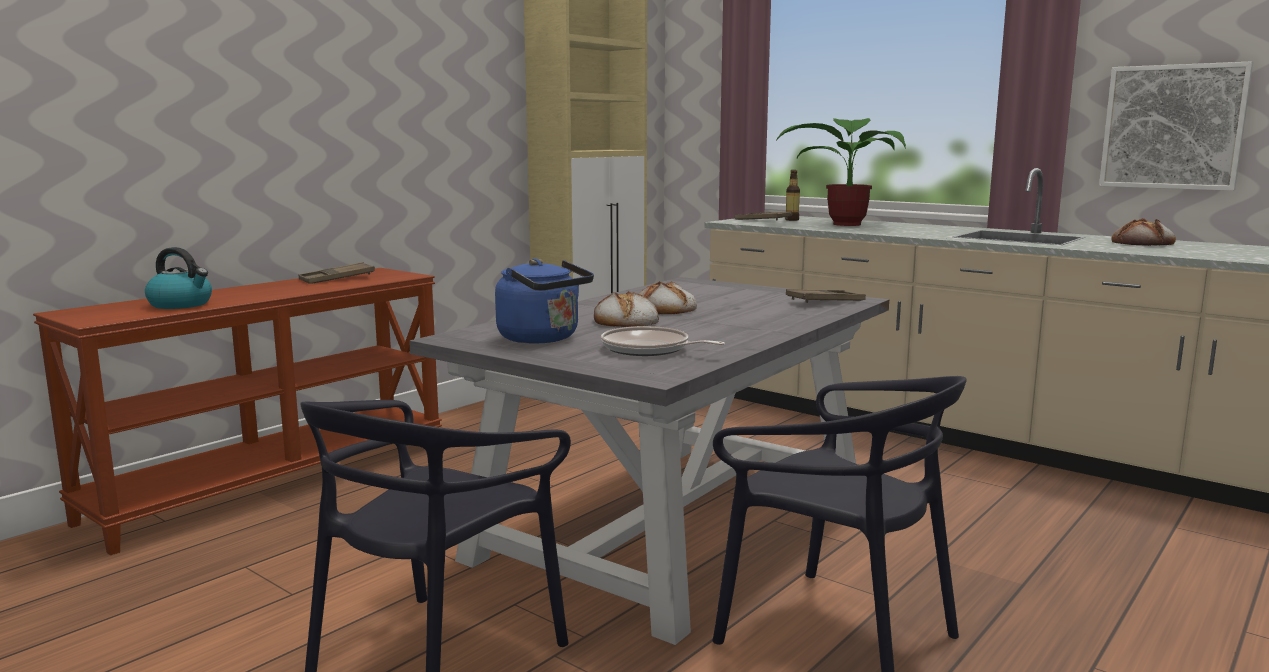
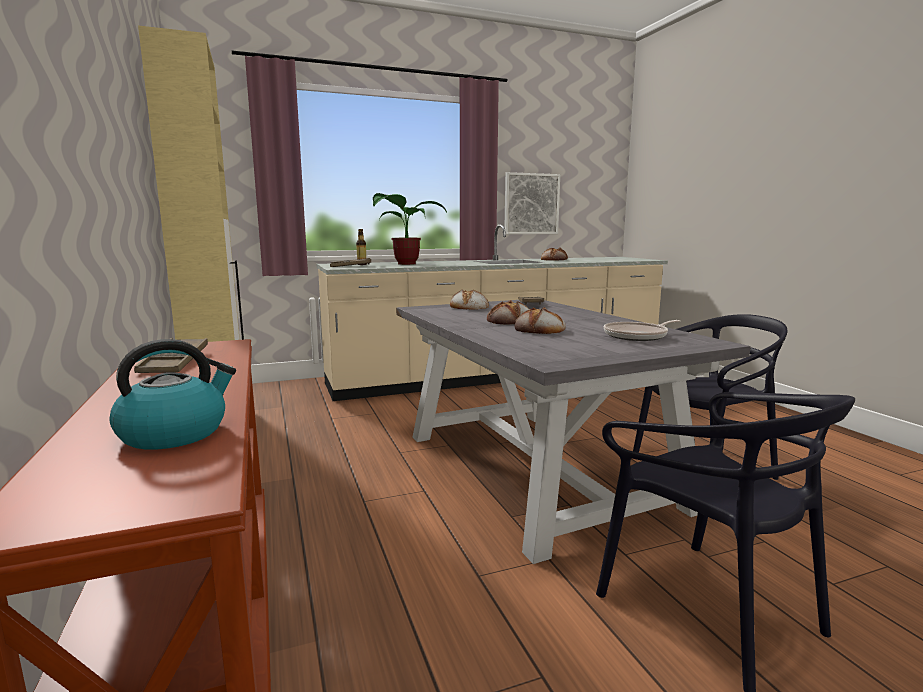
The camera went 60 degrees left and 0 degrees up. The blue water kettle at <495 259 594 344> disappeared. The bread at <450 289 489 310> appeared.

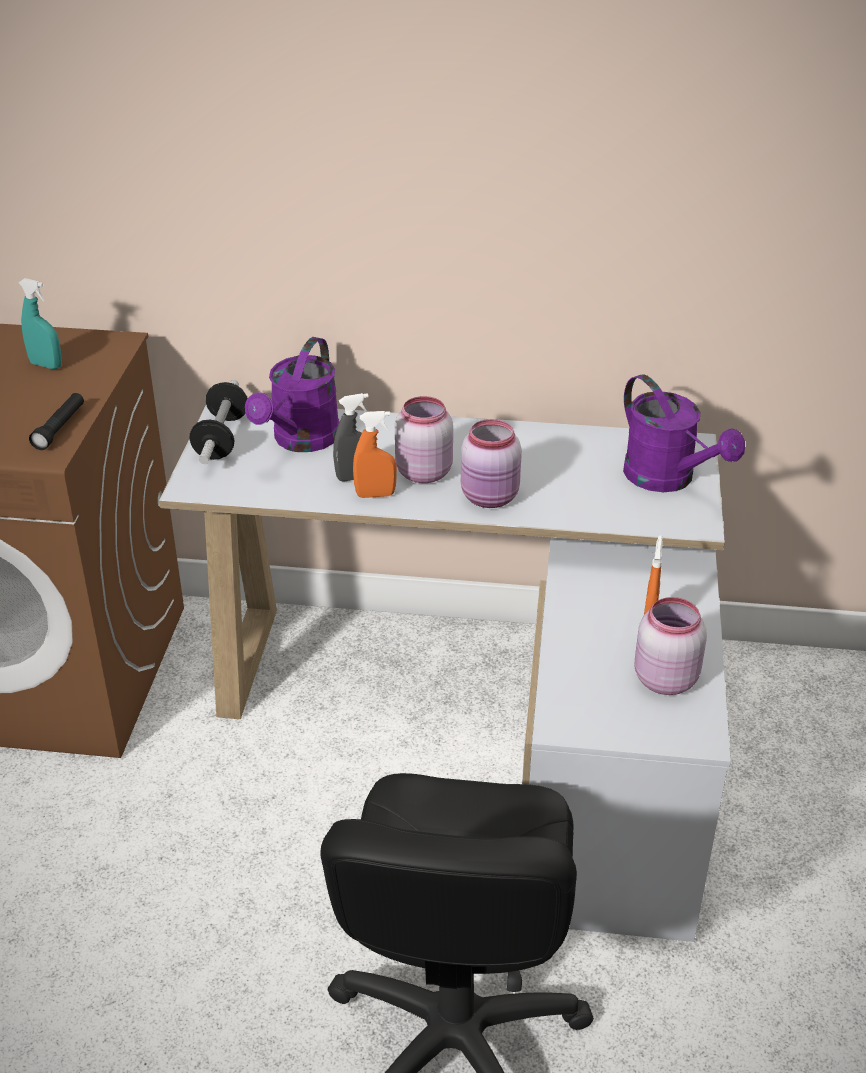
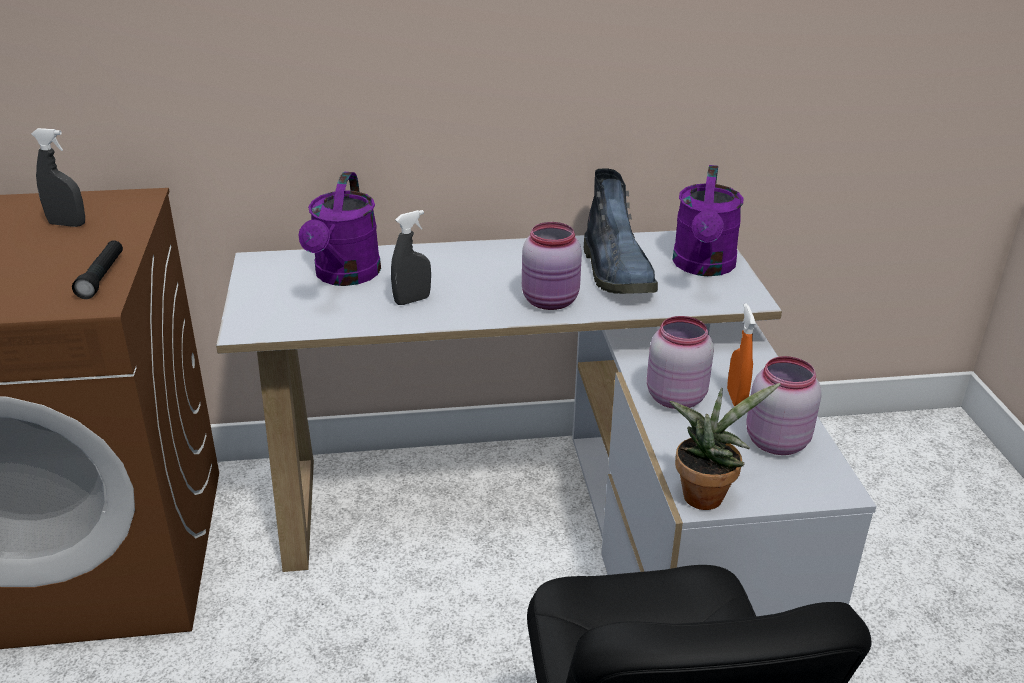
The camera went 15 degrees left and 5 degrees down. The turquoise sprayer at <18 278 62 369> became the greyish sprayer at <31 128 85 227>. The purple sprinkling can at <623 374 745 492> turned 60 degrees clockwise. The free weight at <190 380 248 464> disappeared. The pink-coloured jar moved from <395 396 453 483> to <647 316 714 409>. The orange sprayer at <353 411 397 498> disappeared. The high-top boot at <584 168 658 294> appeared. The plant in a pot at <669 383 781 510> appeared.

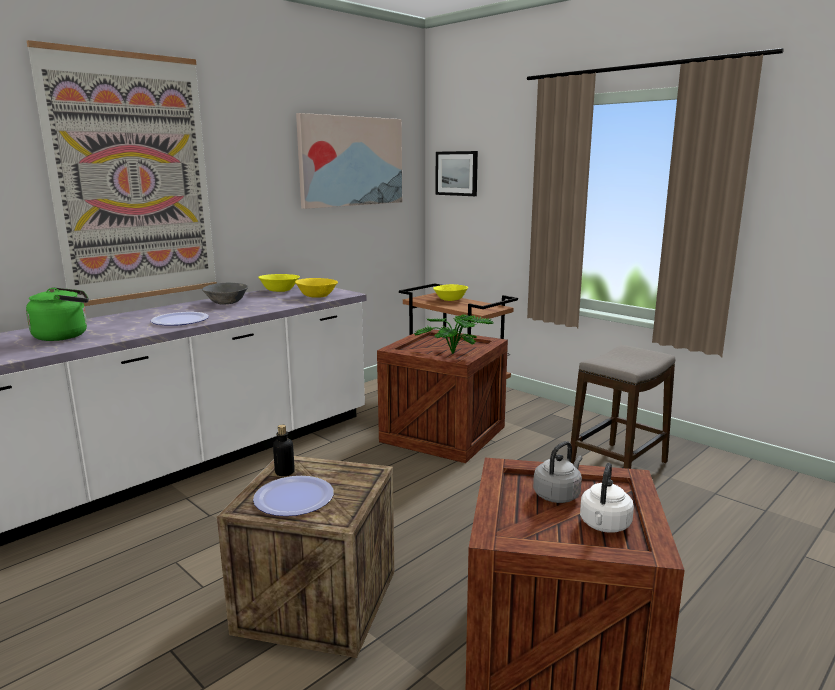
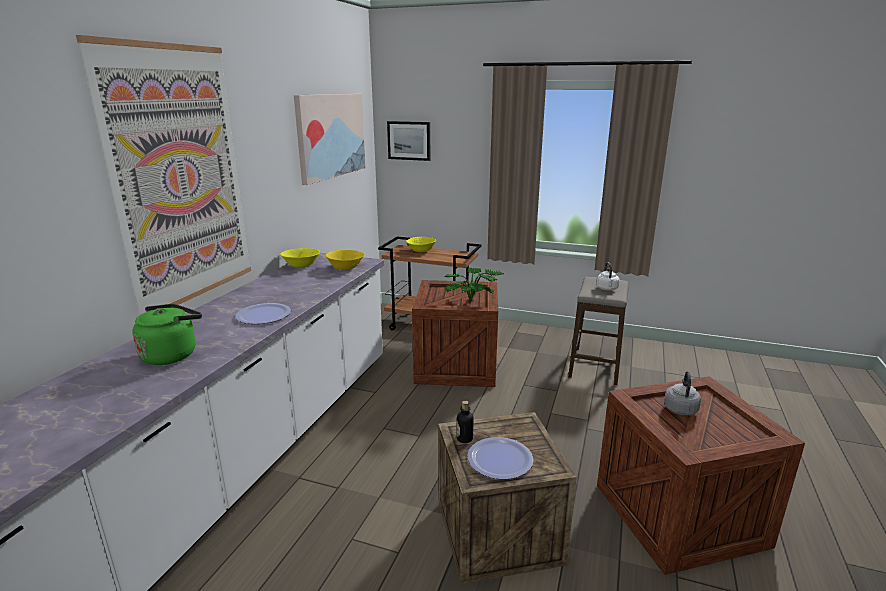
The camera went 25 degrees left and 5 degrees up. The greyish bowl at <202 283 248 305> disappeared. The whitish water kettle moved from <580 463 634 533> to <596 262 620 290>.

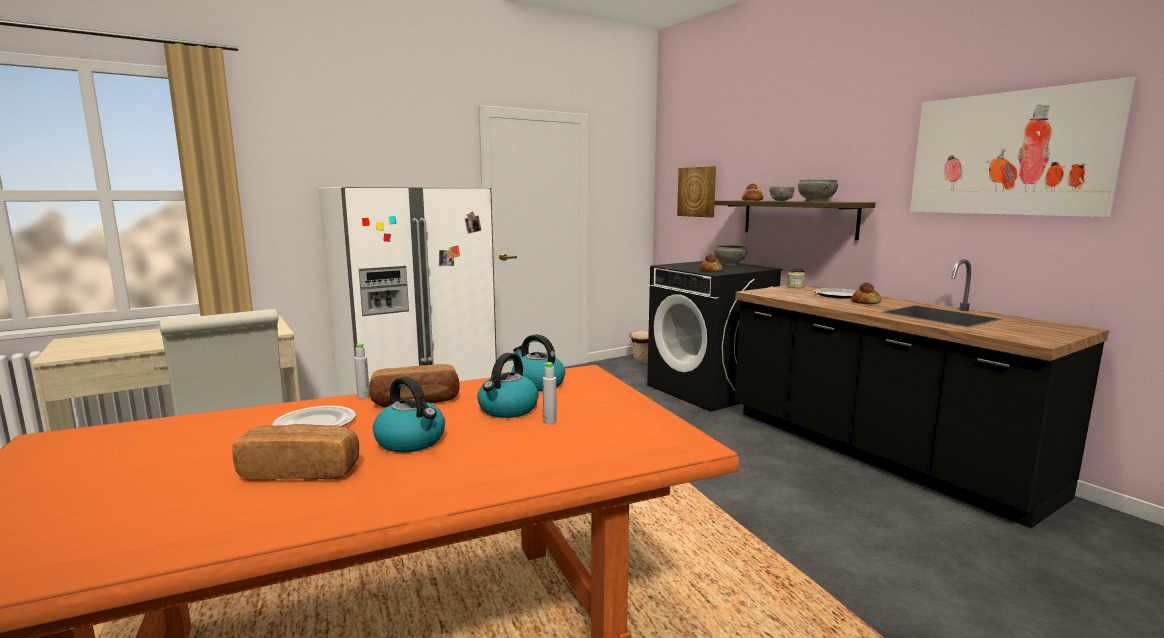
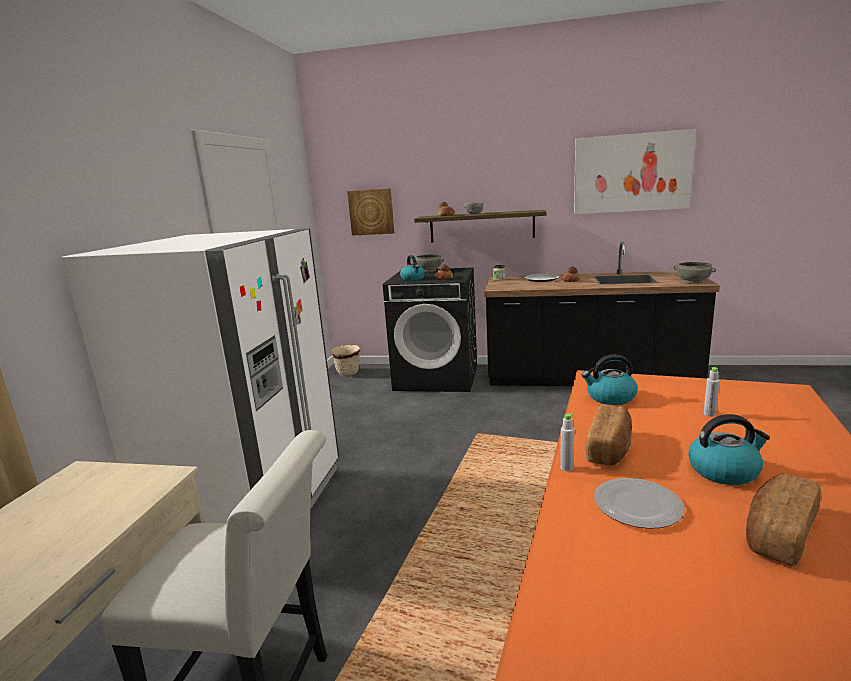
The camera went 45 degrees left and 5 degrees up. The greyish bowl moved from <798 180 838 202> to <674 262 716 284>. The water kettle moved from <477 353 539 418> to <400 255 425 281>.

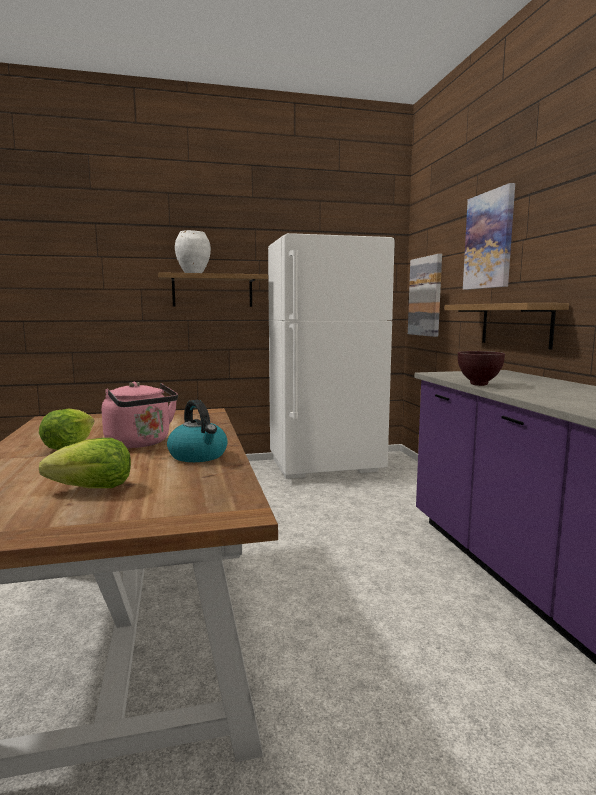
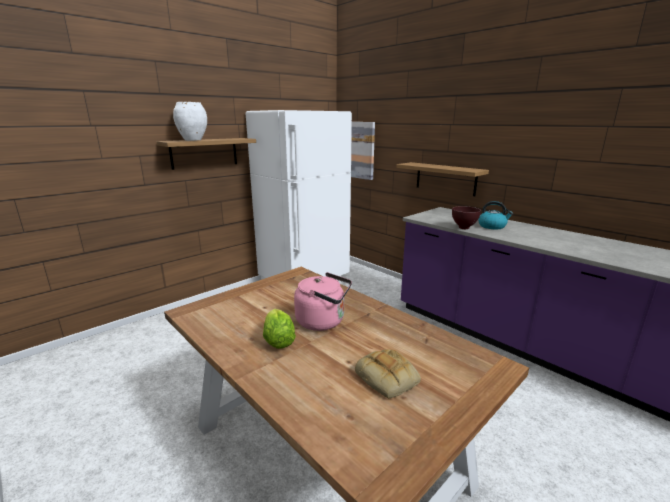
The camera went 30 degrees left and 10 degrees up. The wall art at <463 183 515 290> disappeared. The water kettle moved from <167 400 228 462> to <478 201 513 229>. The head of lettuce at <39 438 131 488> was replaced by the bread at <355 349 421 398>.

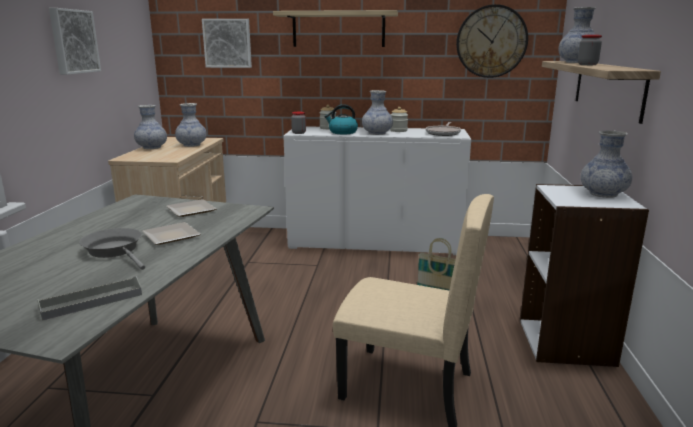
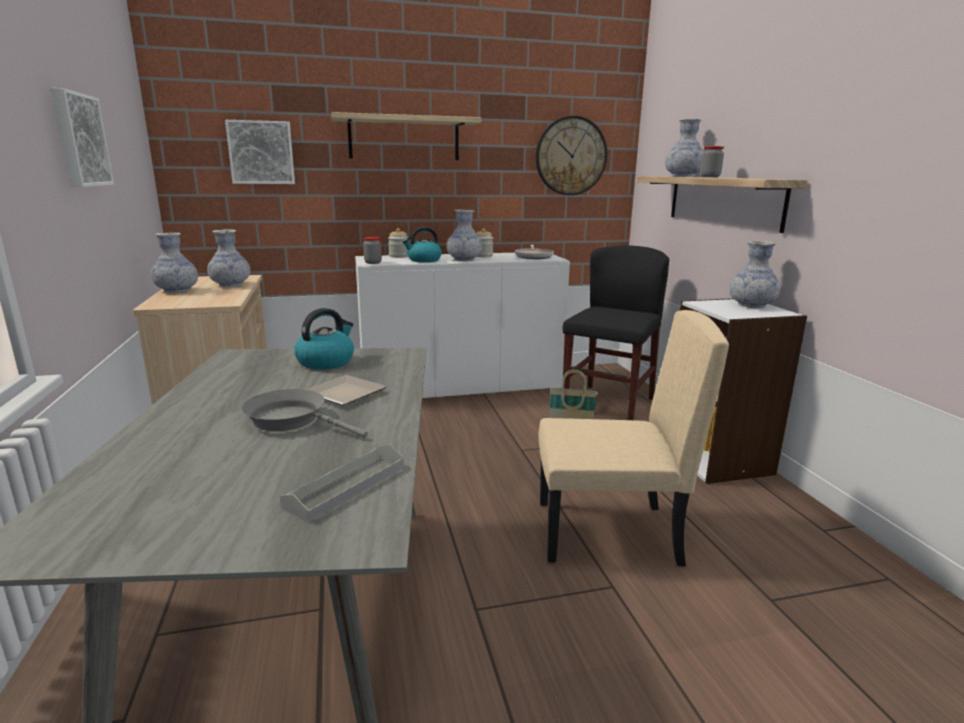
The camera went 20 degrees left and 0 degrees up. The flat dish at <167 199 216 217> was replaced by the water kettle at <294 308 354 369>. The blackish upright chair at <563 245 669 420> appeared.

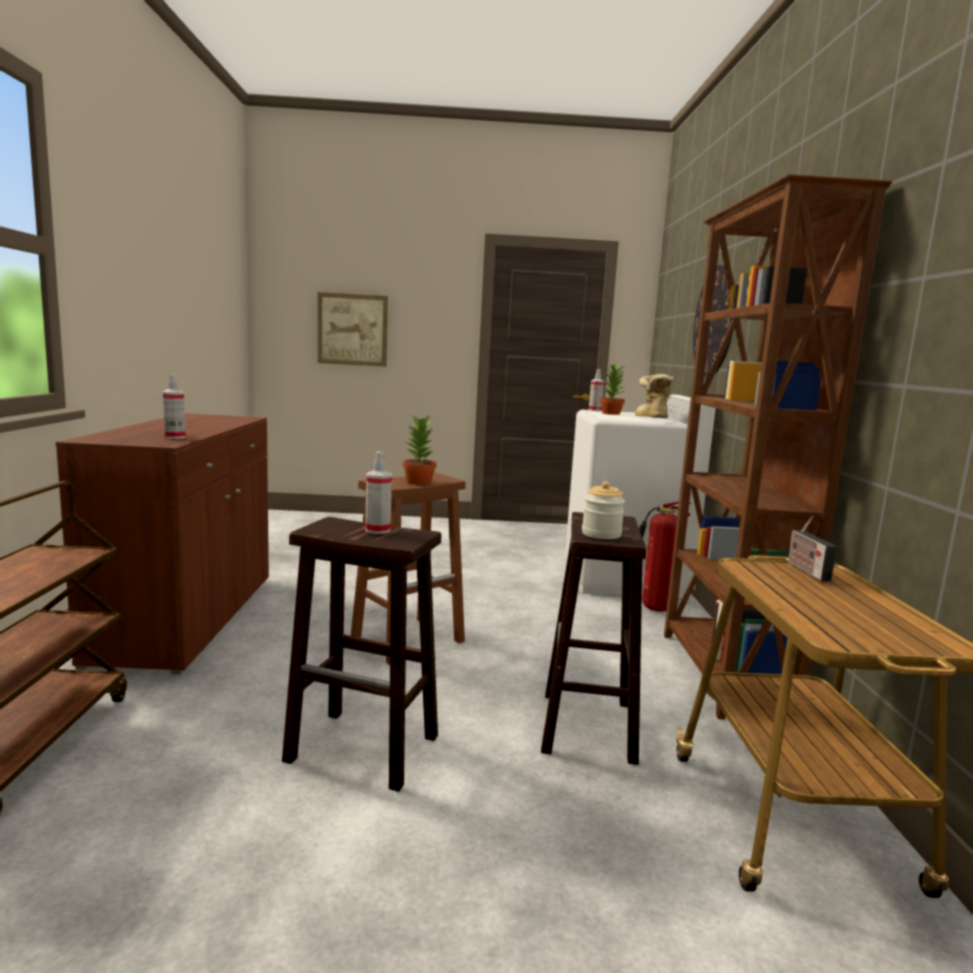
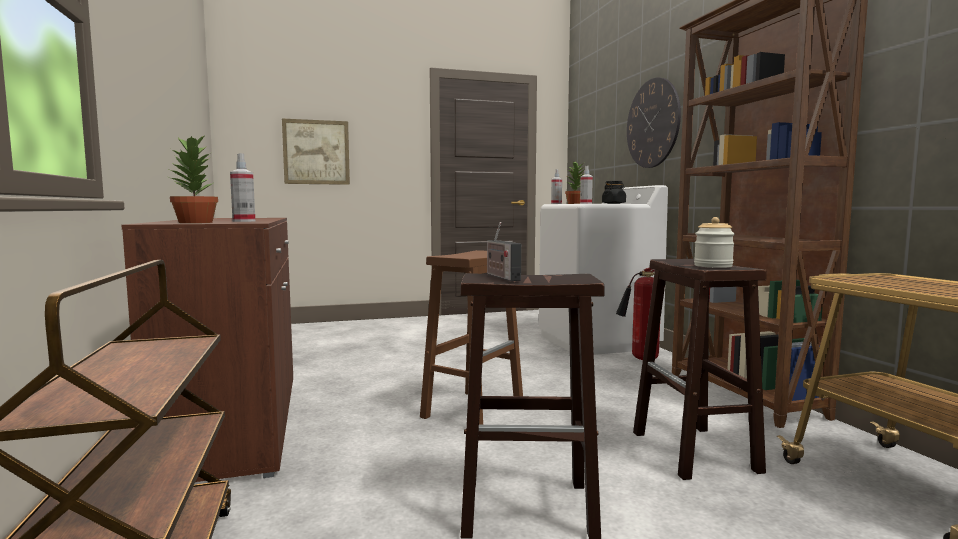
The camera went 15 degrees left and 5 degrees down. The high-top boot at <635 374 673 418> was replaced by the blackish jar at <602 181 626 204>. The plant in a pot moved from <403 414 437 485> to <169 134 218 223>. The sprayer moved from <365 452 392 534> to <580 166 593 204>. The radio set moved from <788 517 837 582> to <487 222 521 281>.

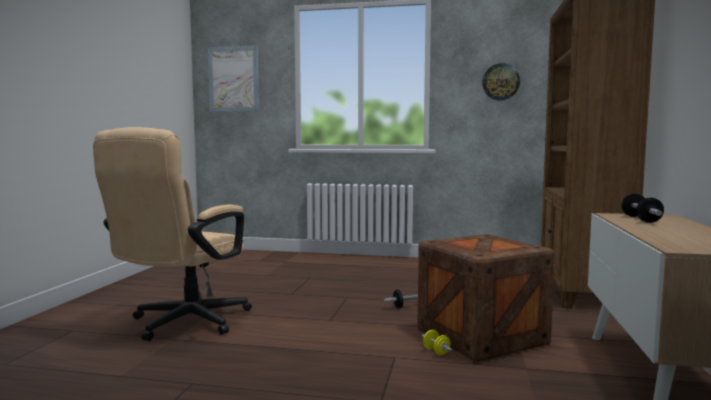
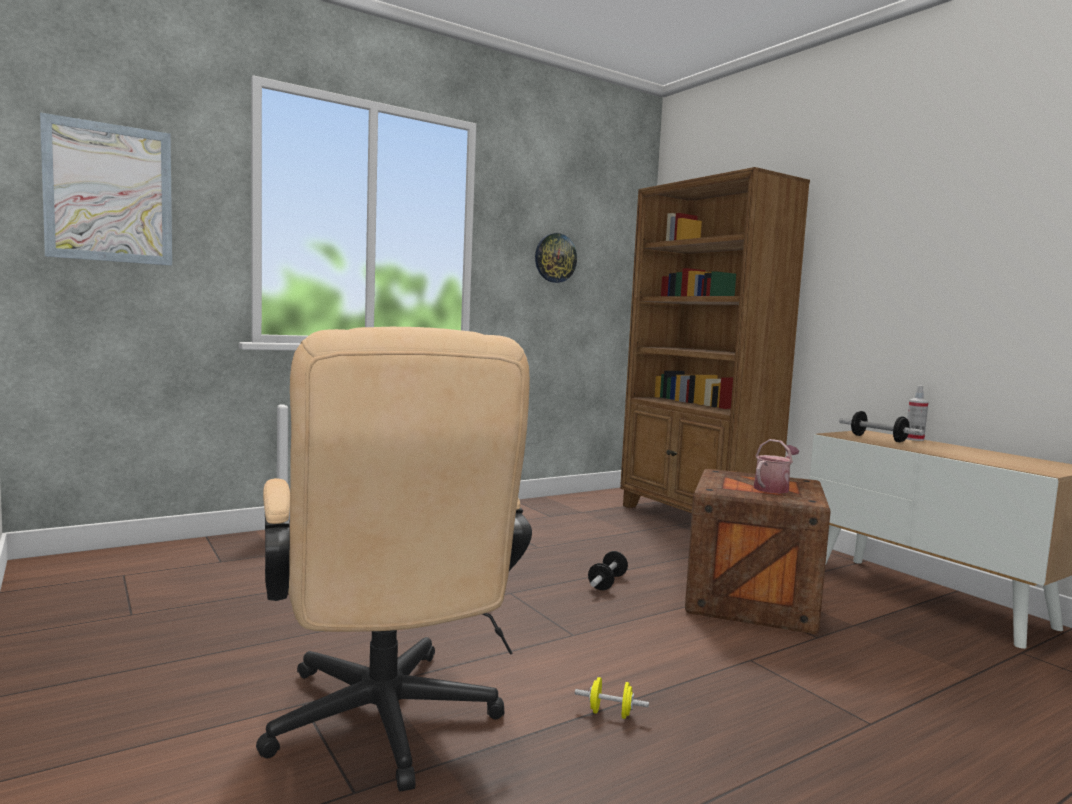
The camera went 45 degrees left and 0 degrees up. The yellow-coloured free weight moved from <422 330 452 355> to <575 677 649 719>. The sprayer at <906 386 929 441> appeared. The sprinkling can at <754 439 799 493> appeared.

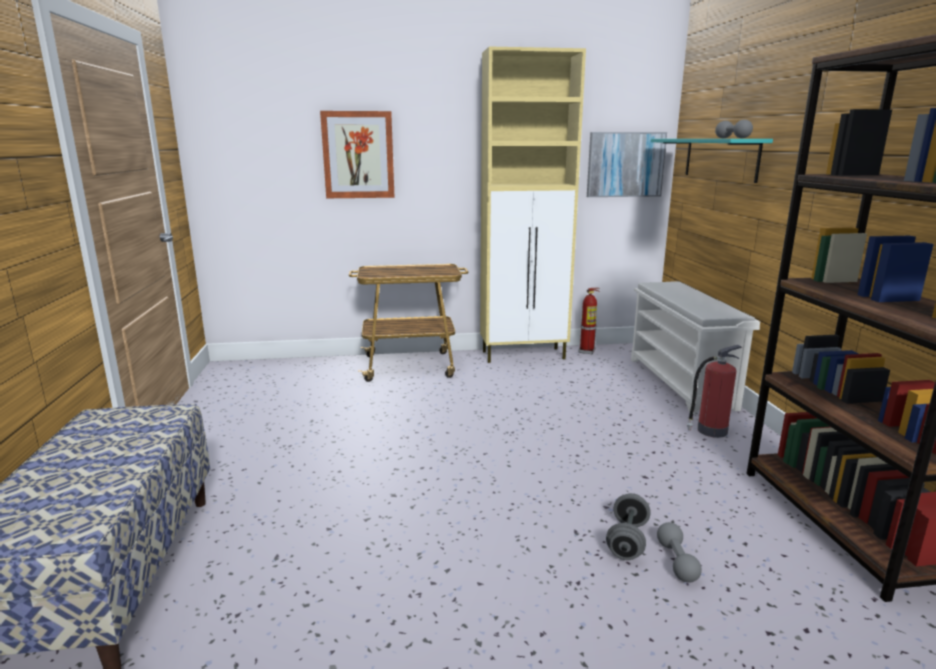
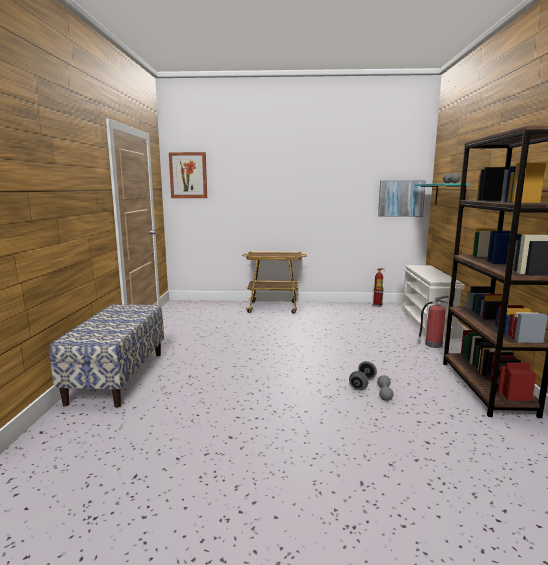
The camera went 10 degrees right and 5 degrees down. The beige storage cabinet at <480 47 586 363> disappeared. The wall art moved from <320 111 395 198> to <169 152 207 198>.

